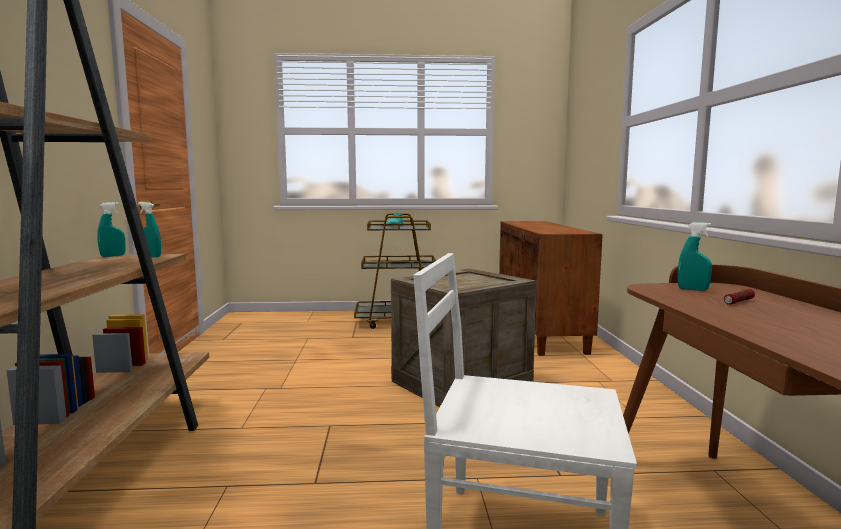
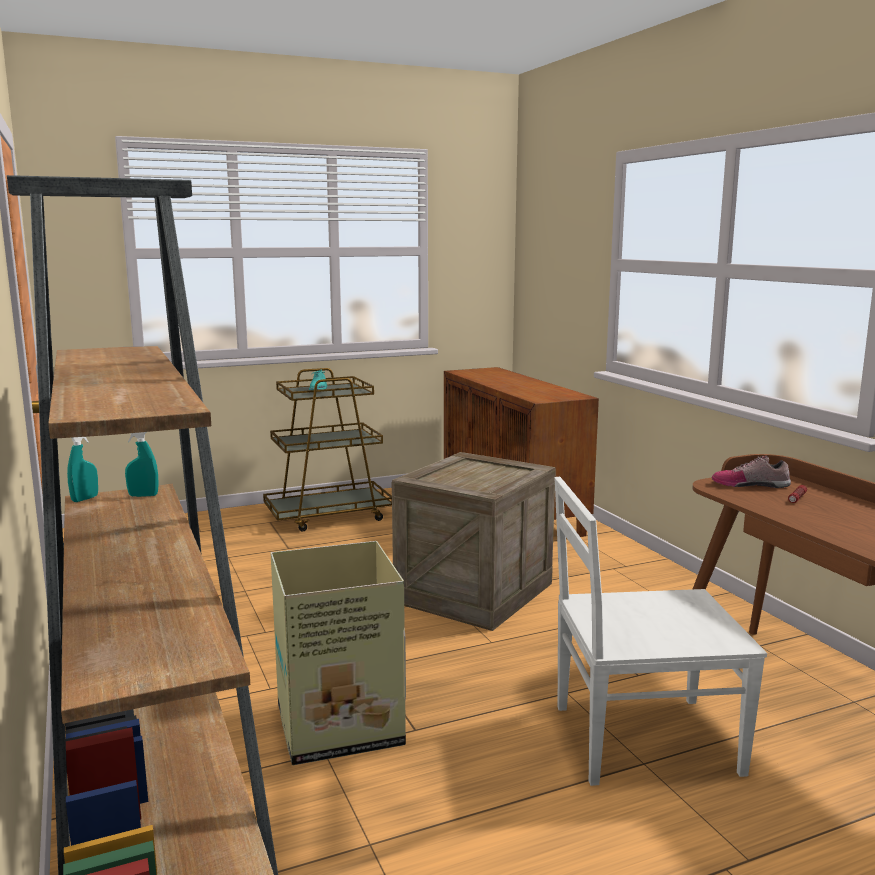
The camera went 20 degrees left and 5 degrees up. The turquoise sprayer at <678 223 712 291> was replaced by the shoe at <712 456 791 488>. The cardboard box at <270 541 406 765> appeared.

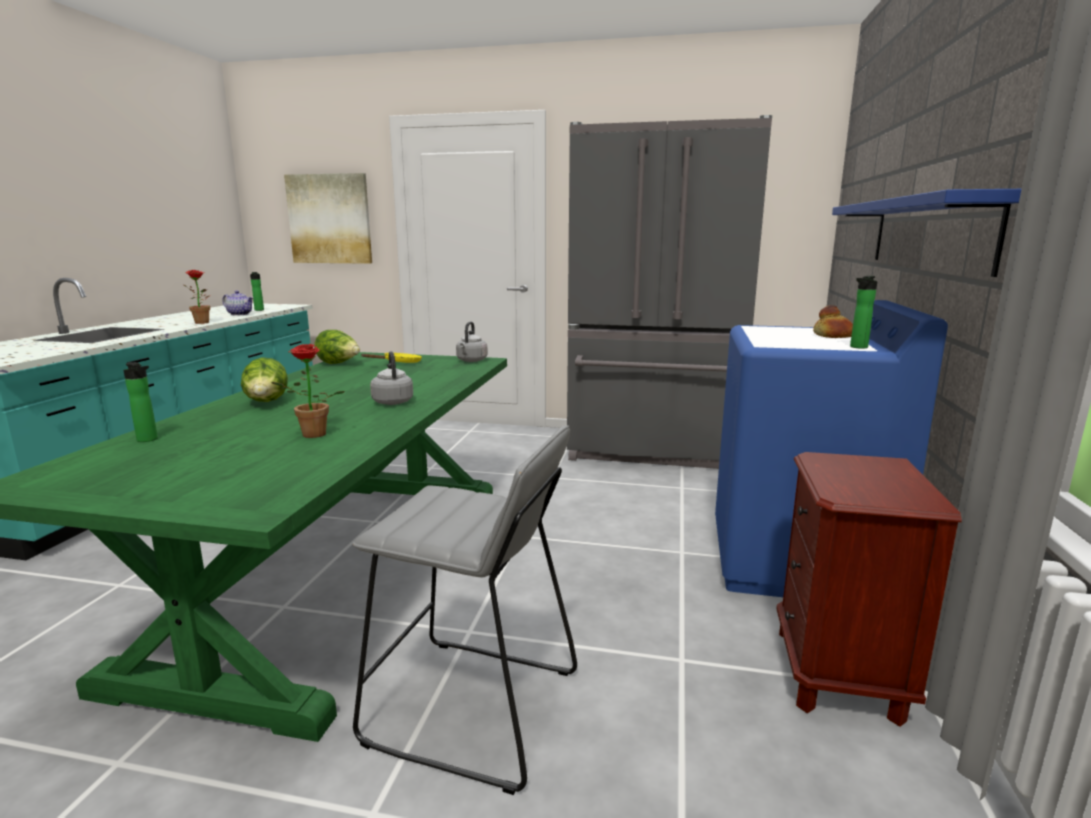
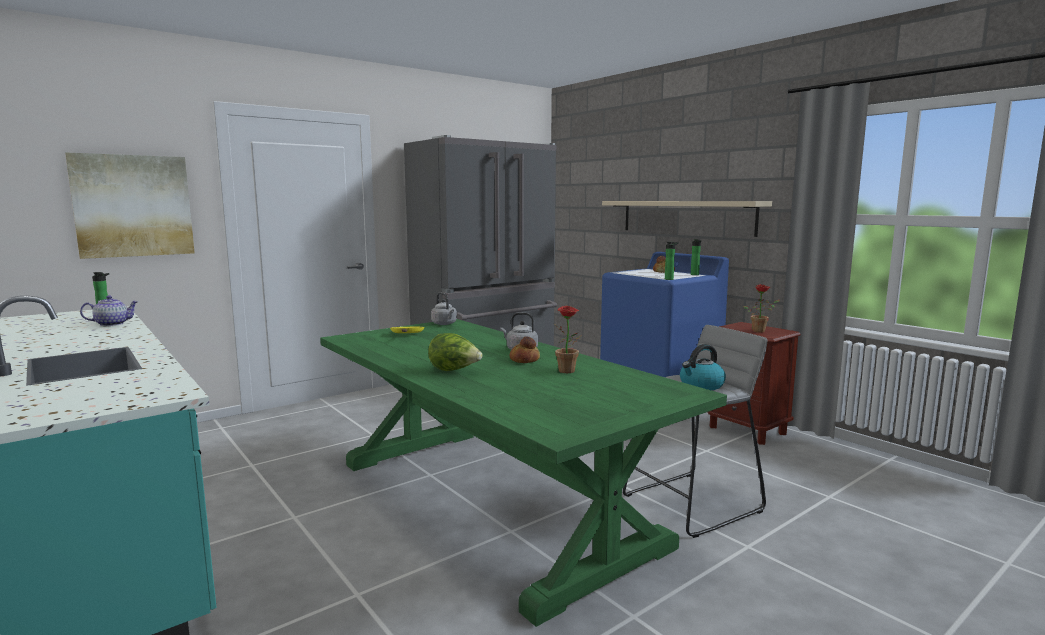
The camera went 50 degrees left and 5 degrees down. The blue bracket shelf at <832 189 1021 277> became the beige bracket shelf at <602 201 772 237>. The plant in a pot moved from <184 270 210 324> to <743 285 780 333>. The head of lettuce at <314 330 360 364> disappeared. The beverage bottle moved from <123 362 158 442> to <665 242 679 280>. The bread at <509 336 540 363> appeared. The water kettle at <680 344 726 390> appeared.

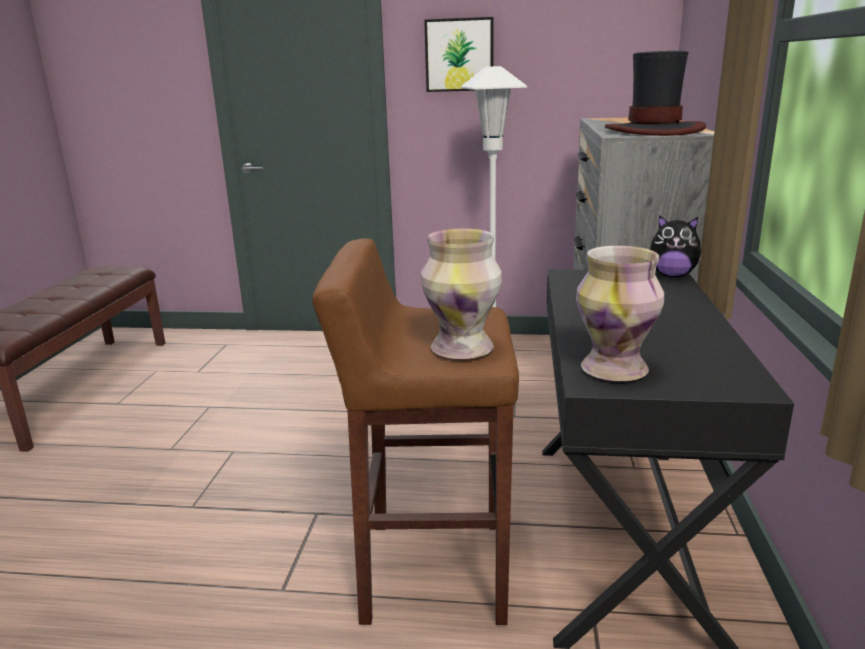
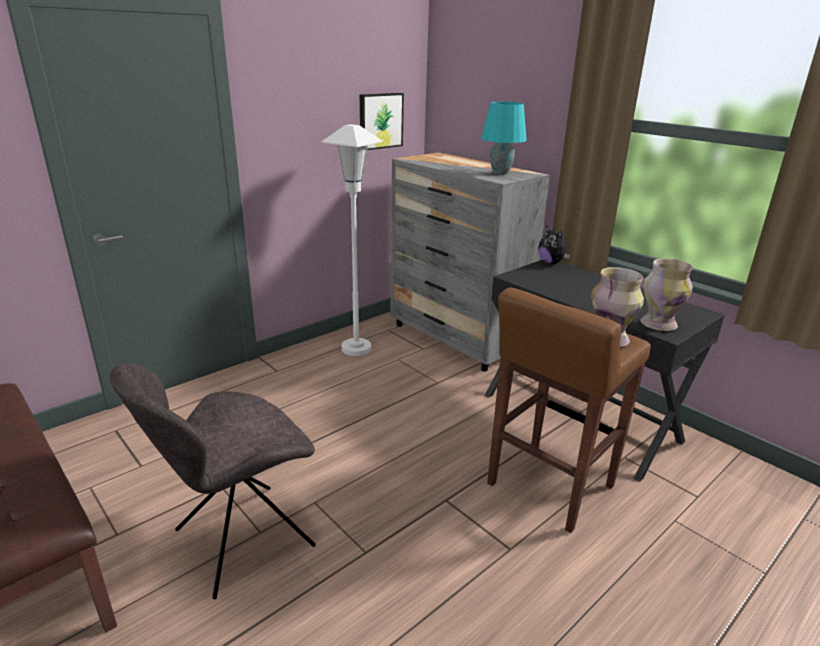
The camera went 50 degrees left and 5 degrees up. The wall art moved from <424 17 494 92> to <360 93 404 150>. The clothing hat at <605 51 706 136> was replaced by the turquoise lamp for a table at <481 102 527 175>. The cuddly toy at <650 215 702 277> turned 90 degrees clockwise. The greyish upright chair at <110 363 316 599> appeared.

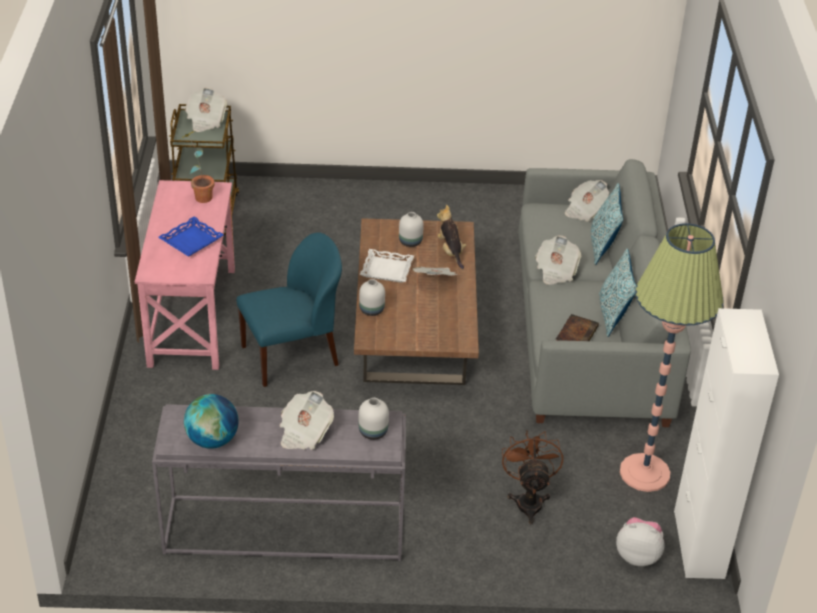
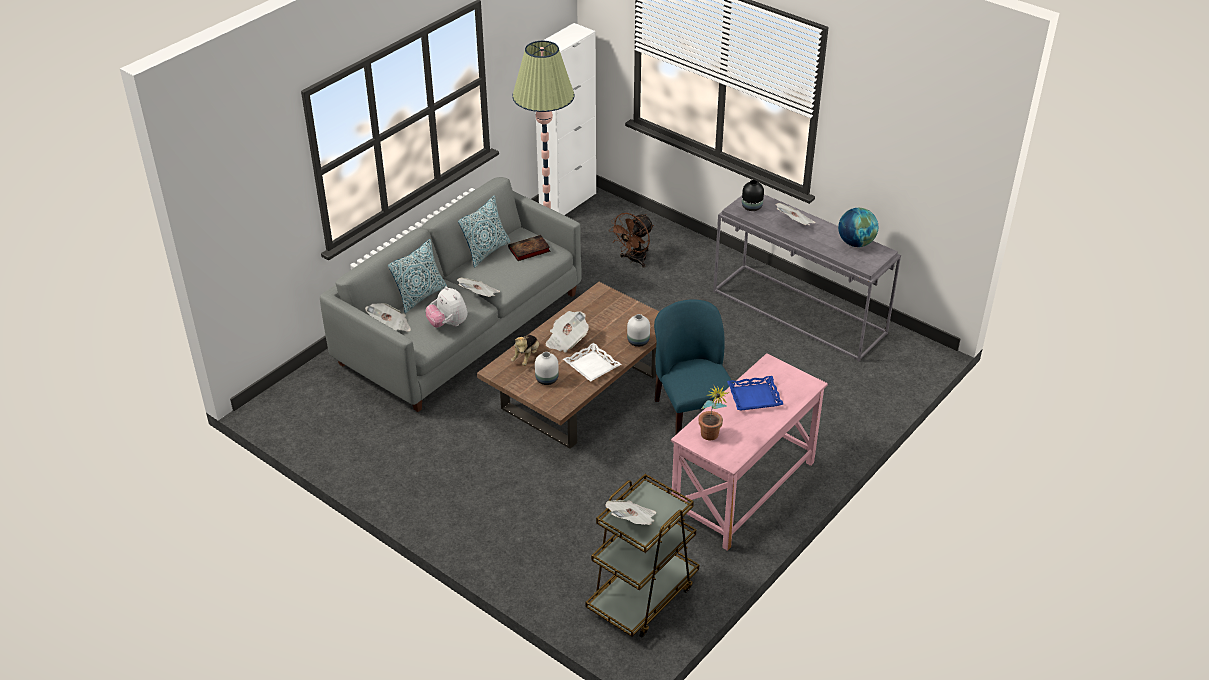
The camera went 140 degrees left and 0 degrees up. The blue upright chair at <236 233 342 387> turned 60 degrees clockwise. The whitish flower vase at <359 398 389 440> became the blackish flower vase at <742 180 764 211>. The cuddly toy moved from <616 517 665 566> to <426 286 468 328>.

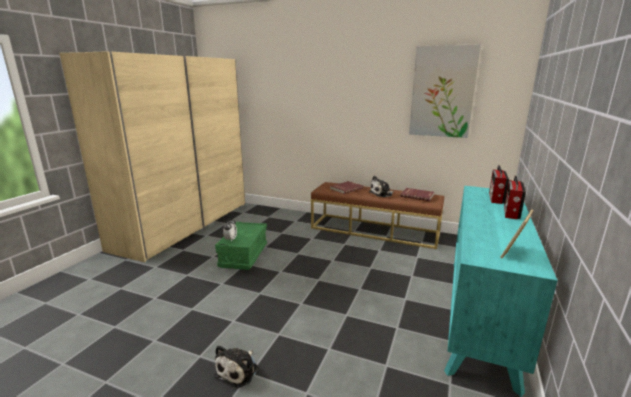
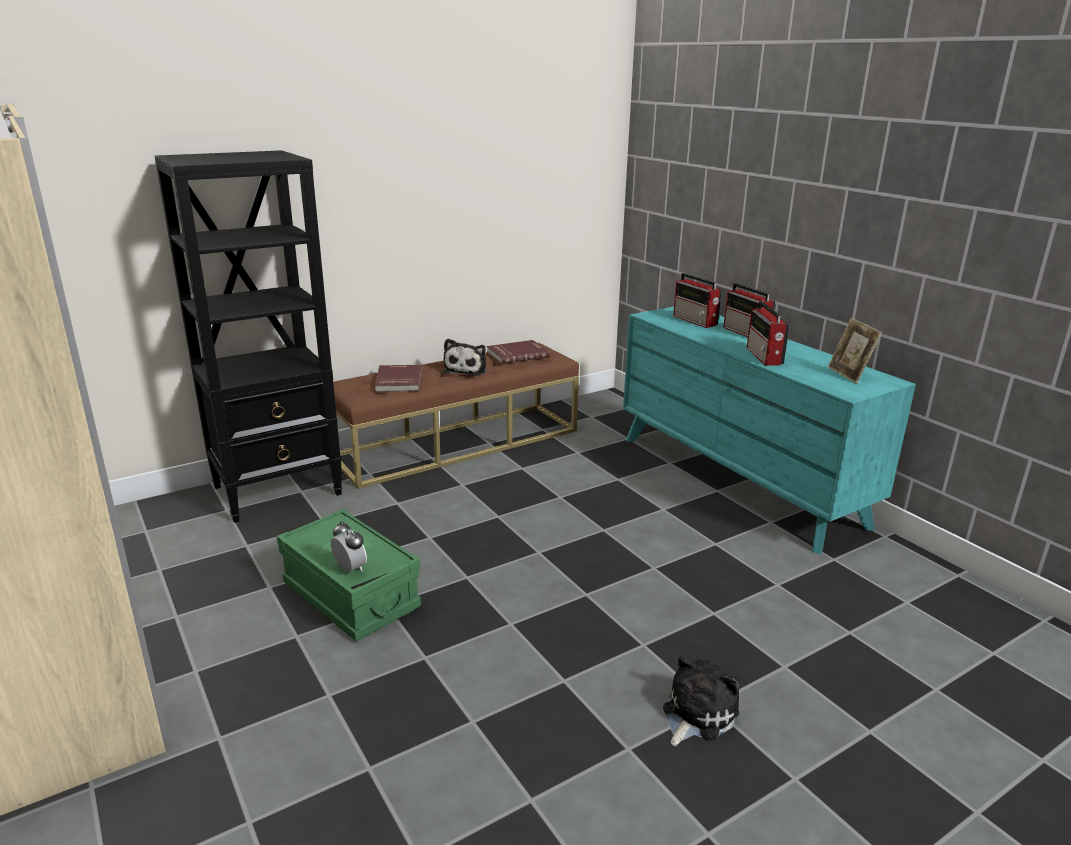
The camera went 55 degrees left and 5 degrees up. The wall art at <409 44 481 138> disappeared. The cuddly toy at <214 345 258 388> turned 105 degrees counterclockwise. The blackish bookshelf at <155 150 343 523> appeared. The radio set at <747 301 790 366> appeared.

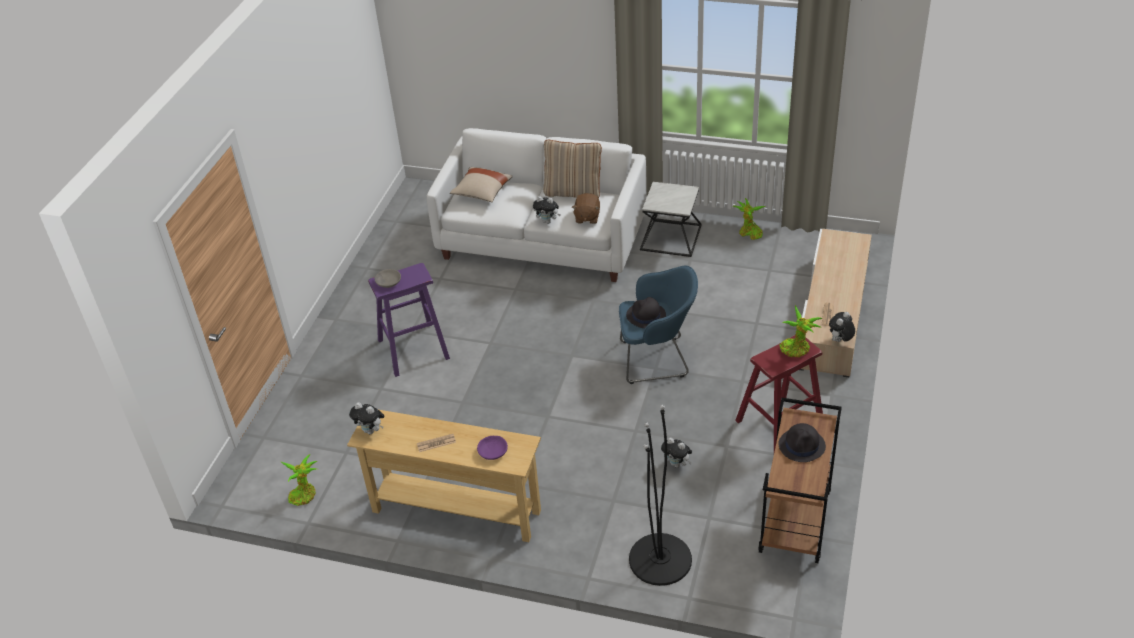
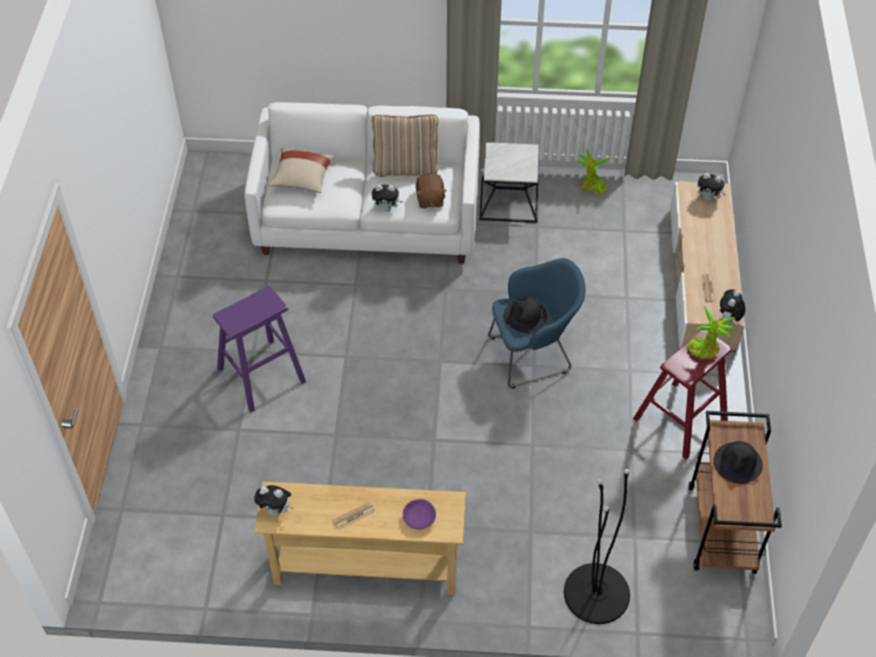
The camera went 15 degrees left and 10 degrees up. The greyish bowl at <374 269 401 288> disappeared. The cuddly toy moved from <661 438 692 468> to <697 173 726 201>. The plant in a pot at <281 454 317 506> disappeared.

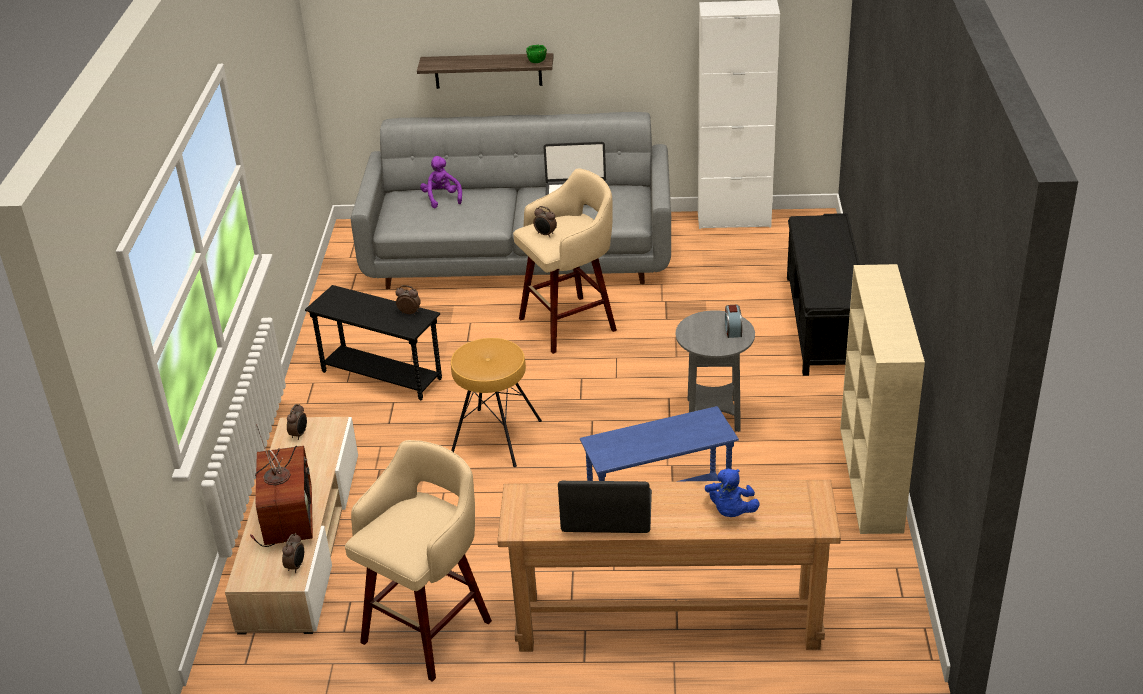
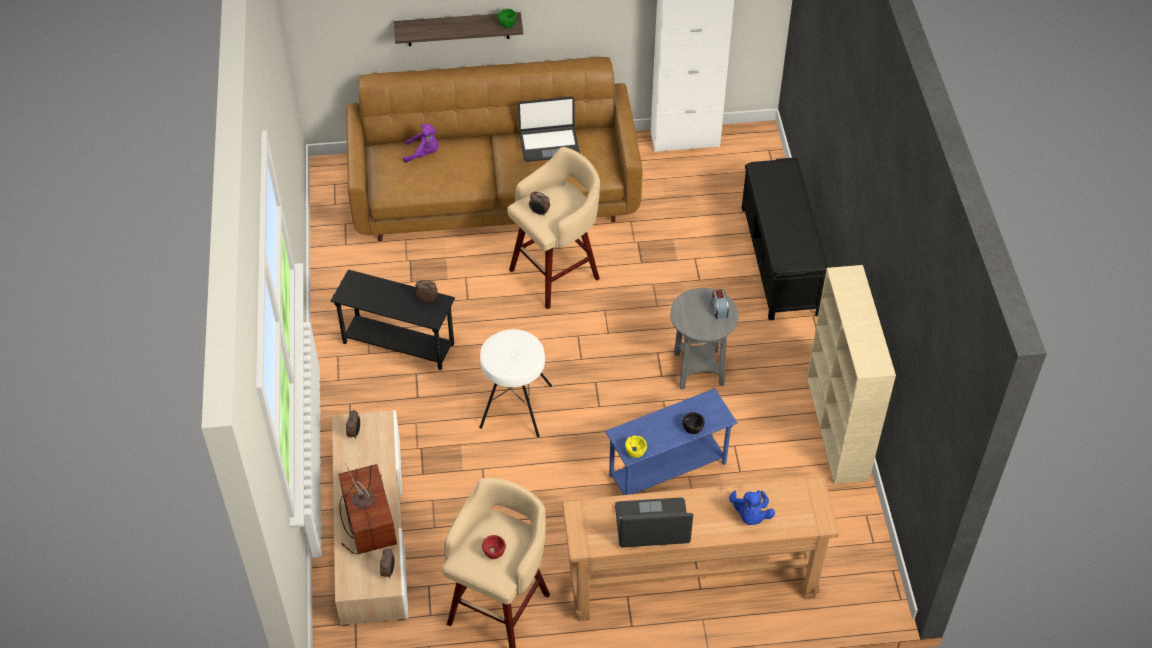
The camera went 10 degrees left and 15 degrees up. The greyish settee at <351 112 671 289> became the brown settee at <346 57 642 242>. The purple cuddly toy at <420 156 462 209> turned 120 degrees clockwise. The brown stool seat at <451 338 542 467> became the whitish stool seat at <479 329 552 437>. The blackish bowl at <683 412 705 434> appeared. The yellow-coloured bowl at <625 436 647 458> appeared. The red bowl at <482 535 506 559> appeared.

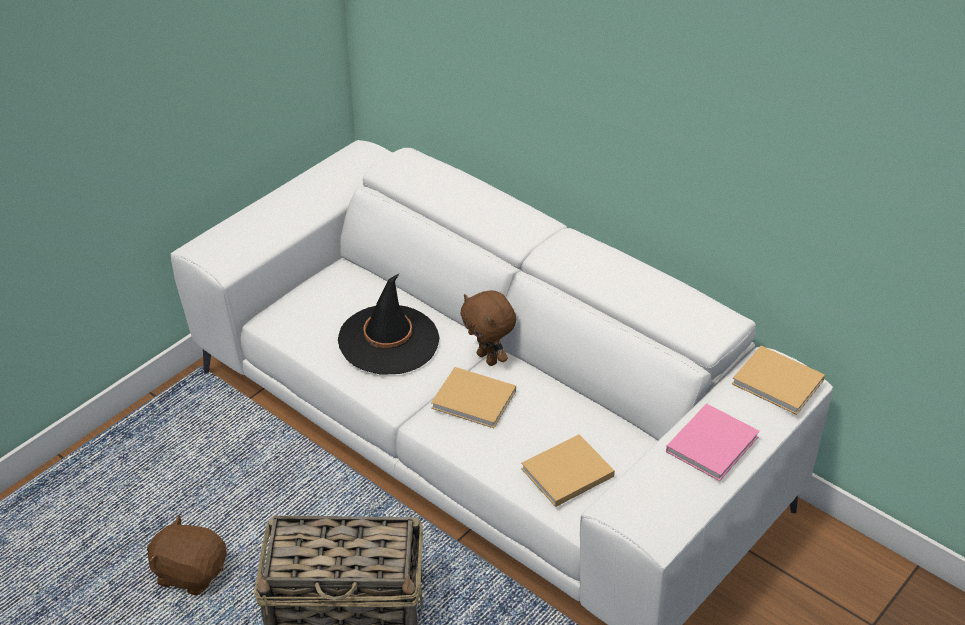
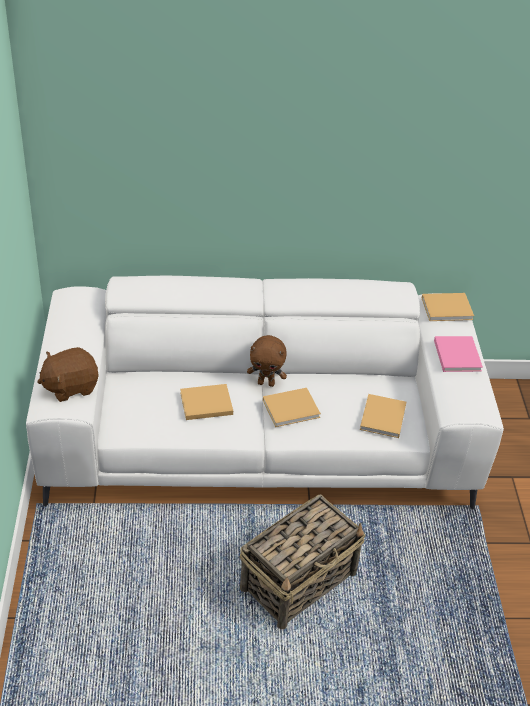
The camera went 45 degrees left and 0 degrees up. The blackish clothing hat at <338 274 439 375> was replaced by the beige volume at <180 384 233 420>. The brown cuddly toy moved from <147 515 227 596> to <37 347 98 402>.

